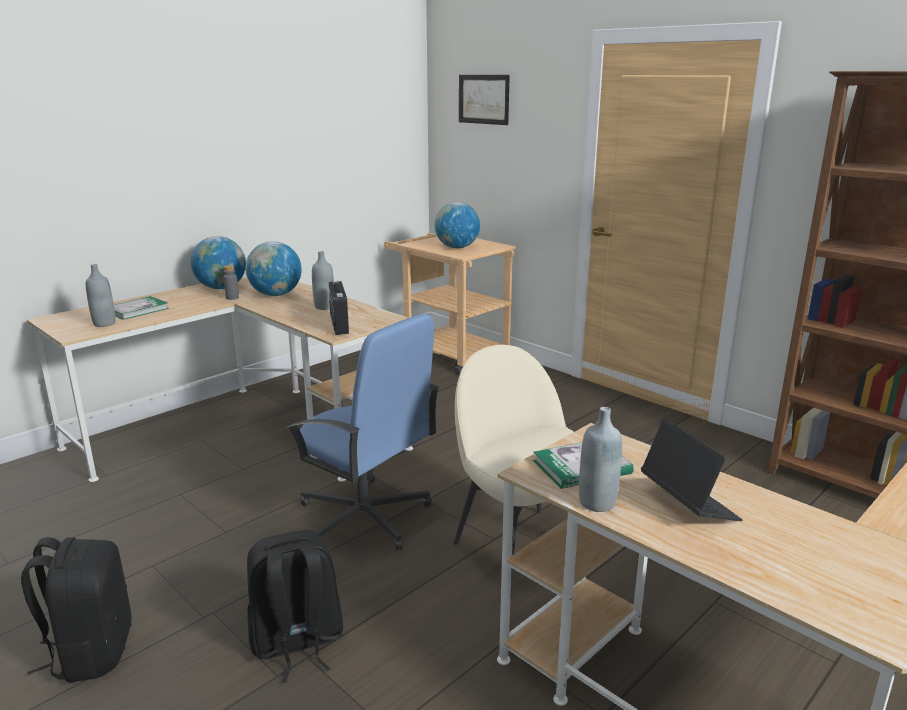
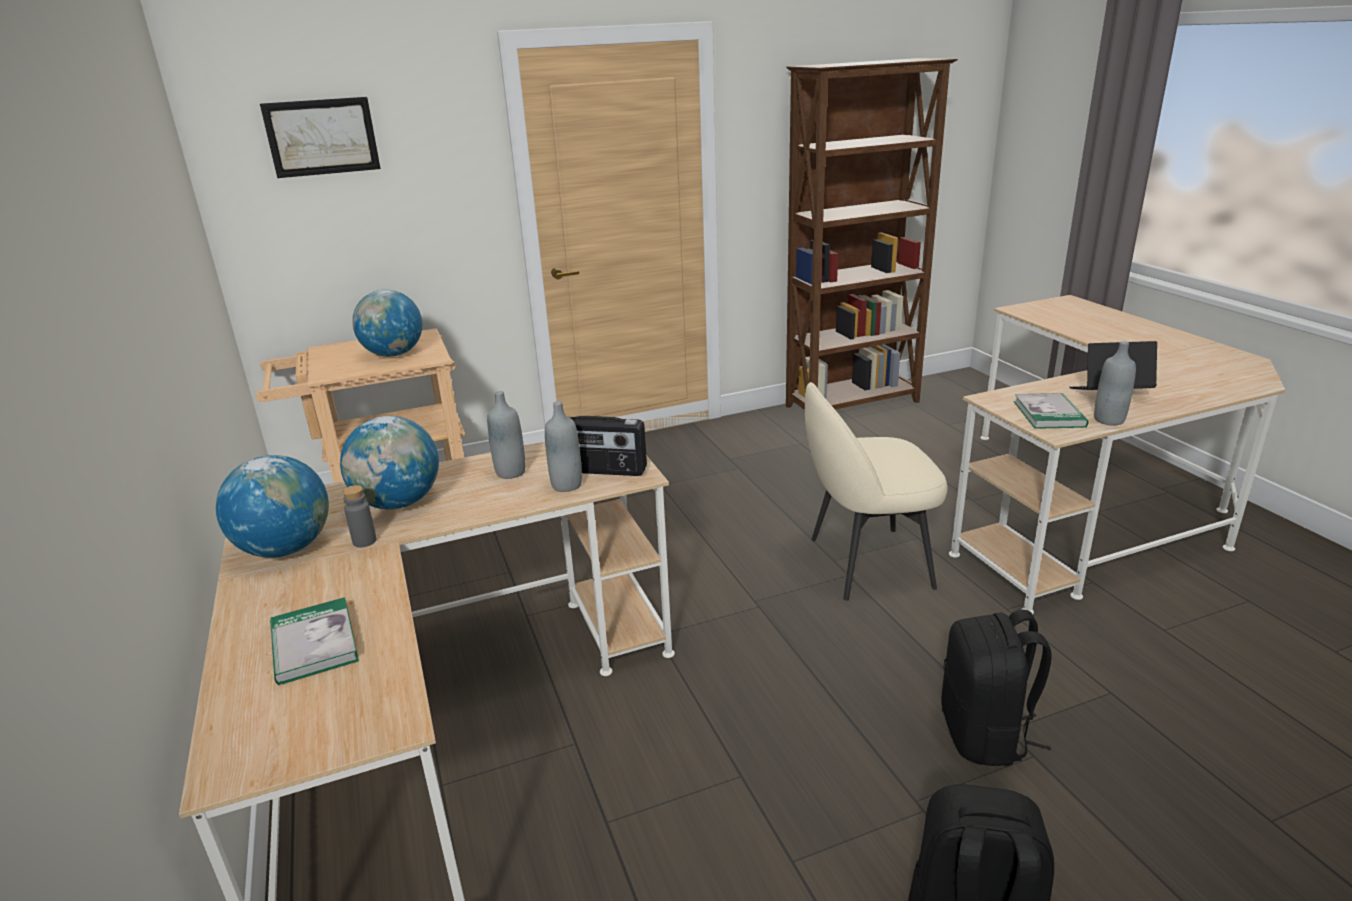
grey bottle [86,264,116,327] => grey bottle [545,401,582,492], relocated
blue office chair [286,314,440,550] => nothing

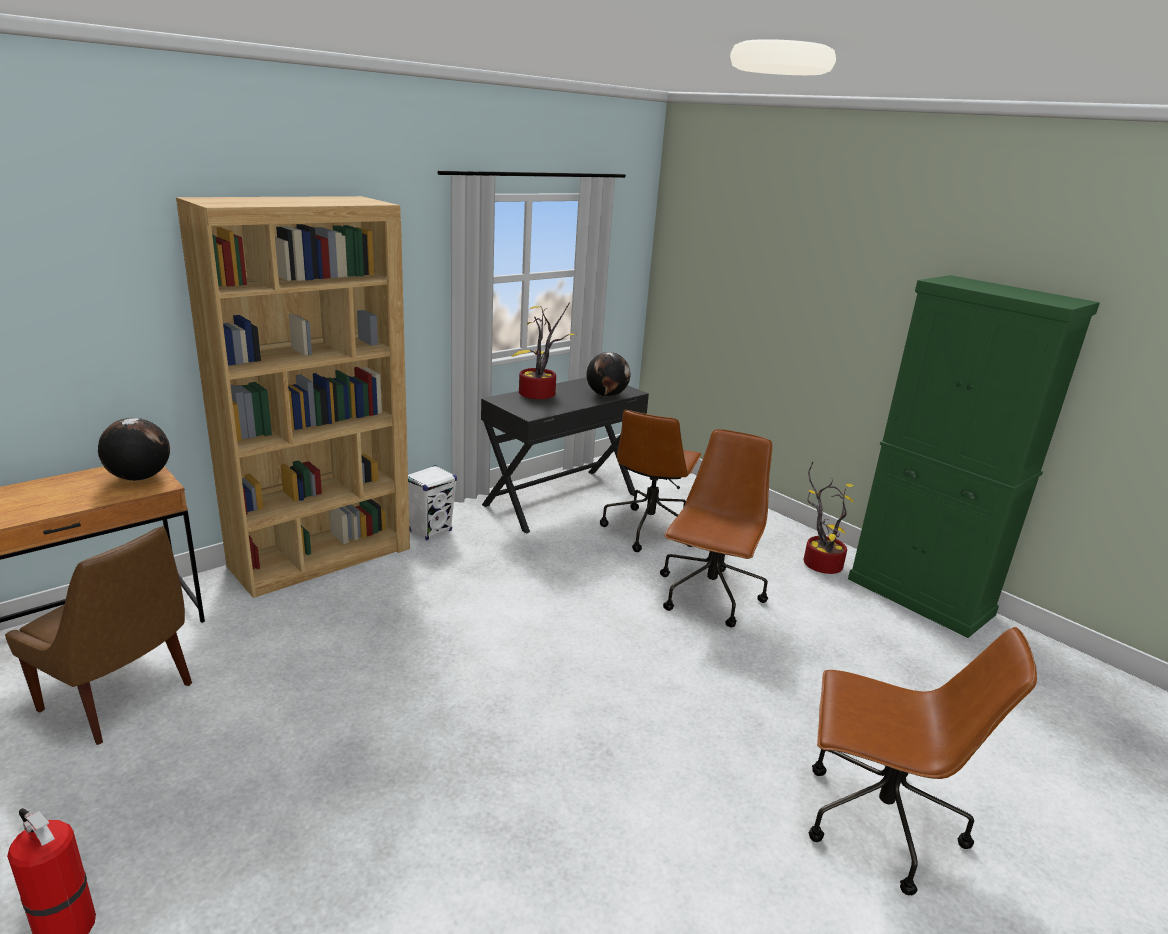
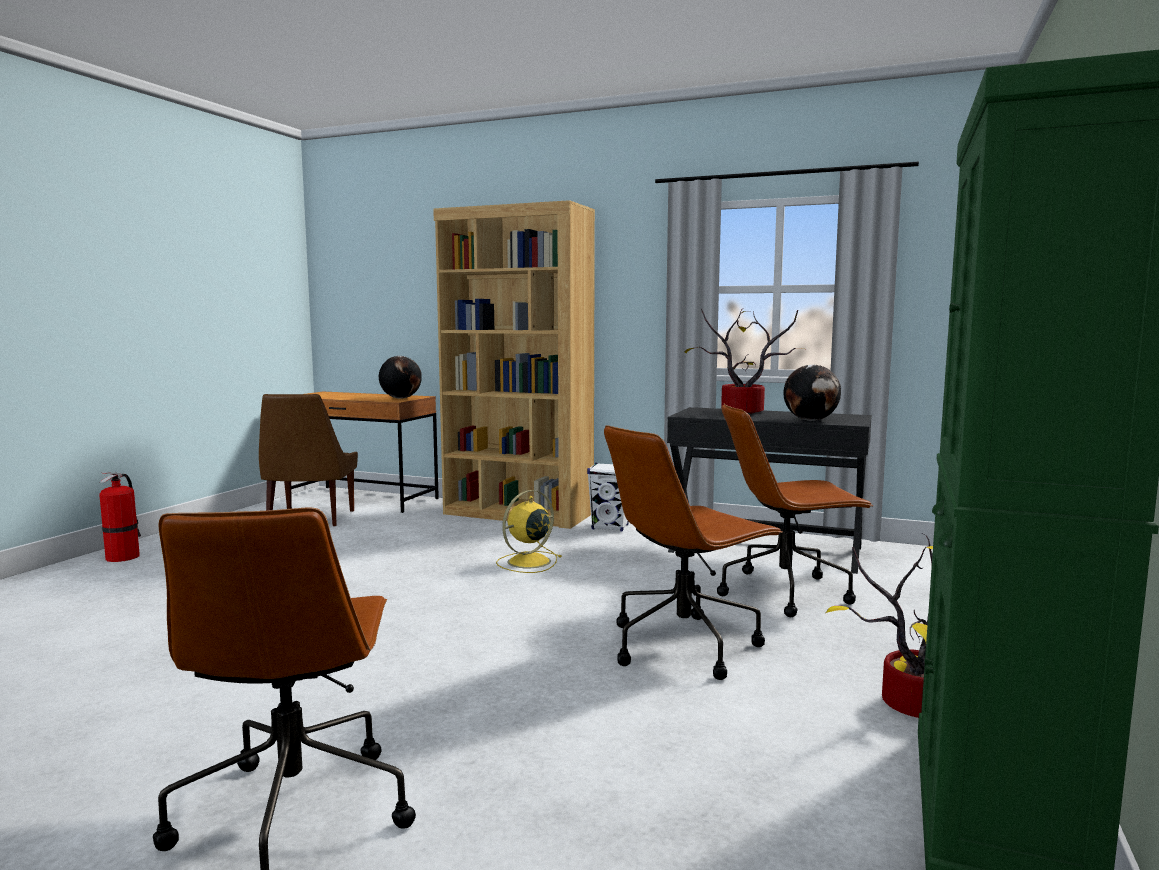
nothing => yellow fan [496,490,562,573]
brown office chair [660,429,773,628] => brown office chair [604,425,783,680], 150 degrees clockwise

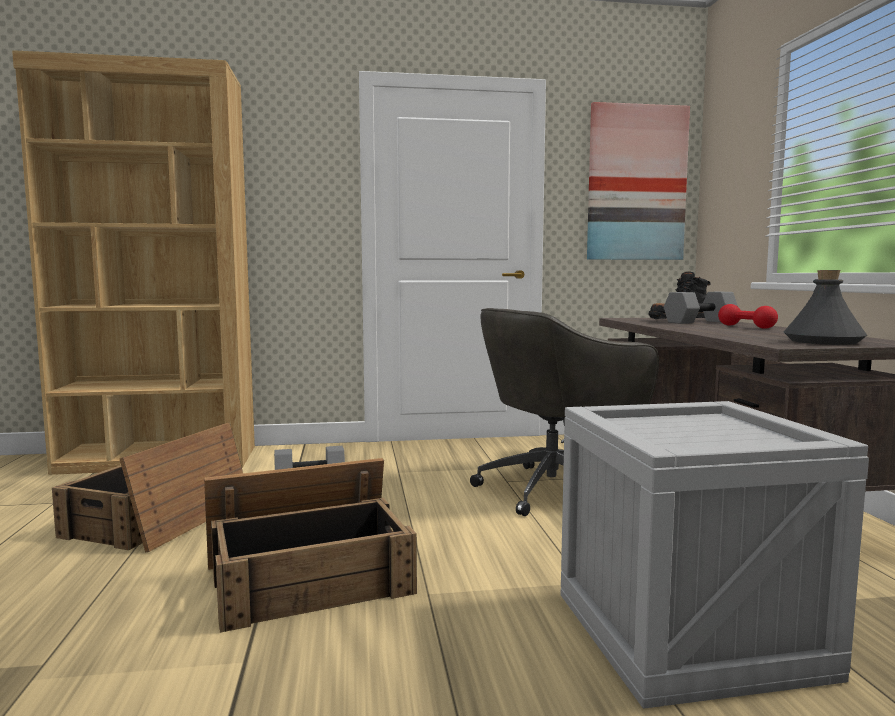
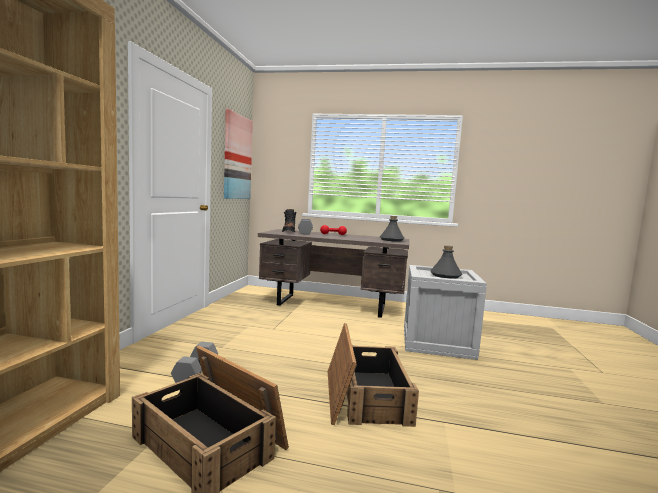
nothing => grey bottle [430,245,462,279]
grey office chair [470,308,659,516] => nothing

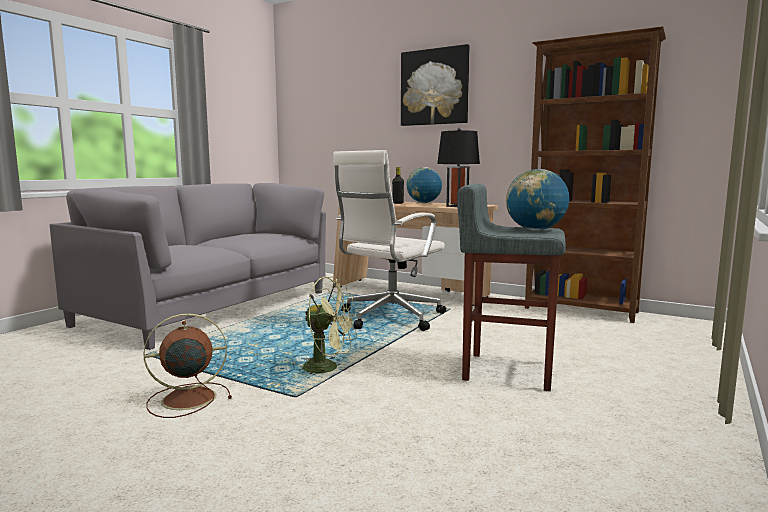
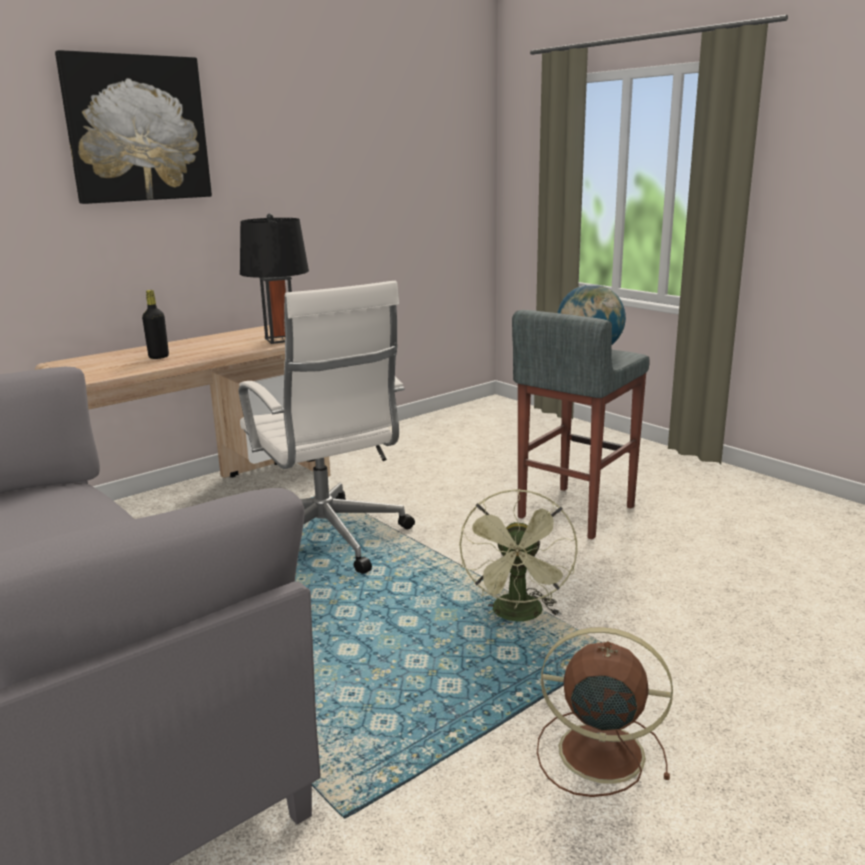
green fan [302,276,358,374] => green fan [459,489,577,622], 150 degrees clockwise
brown fan [143,313,232,418] => brown fan [537,627,673,797], 105 degrees clockwise
globe [407,167,442,203] => nothing
brown bookcase [525,26,666,323] => nothing

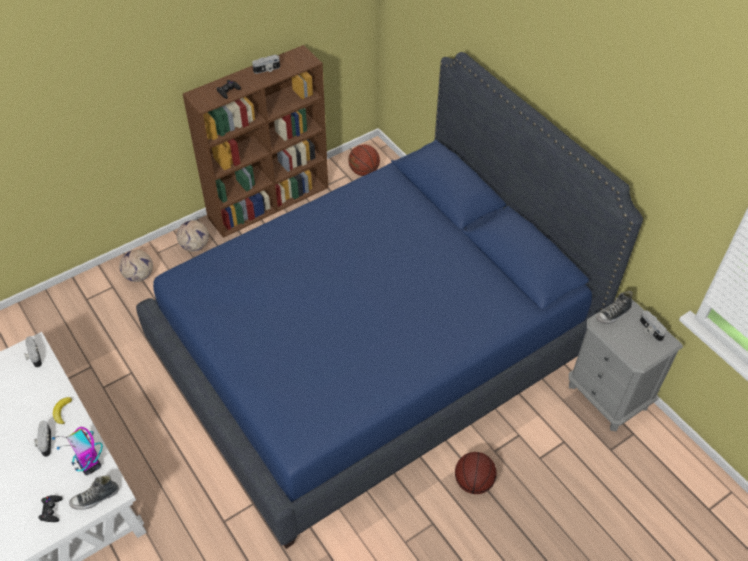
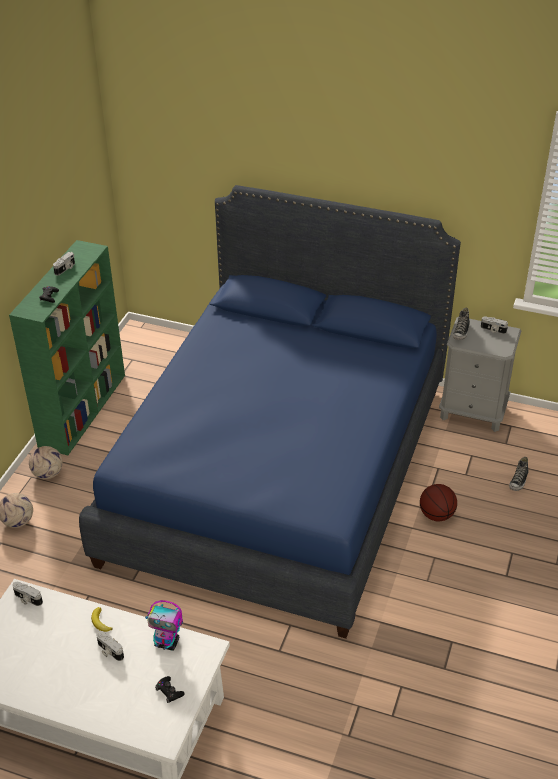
brown bookcase [183,45,328,238] => green bookcase [9,240,125,455]
shoe [69,475,119,510] => shoe [509,457,529,491], relocated
basketball [348,144,380,176] => nothing

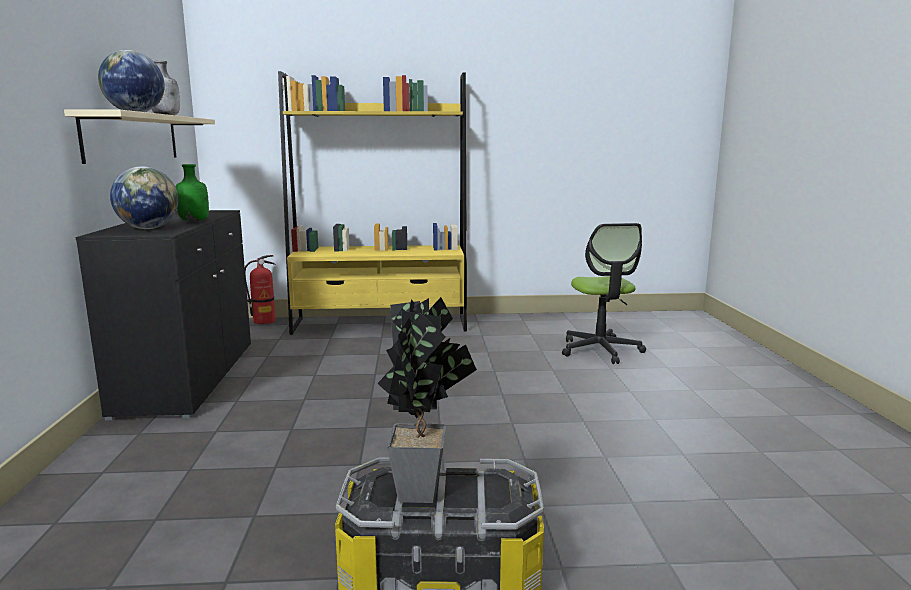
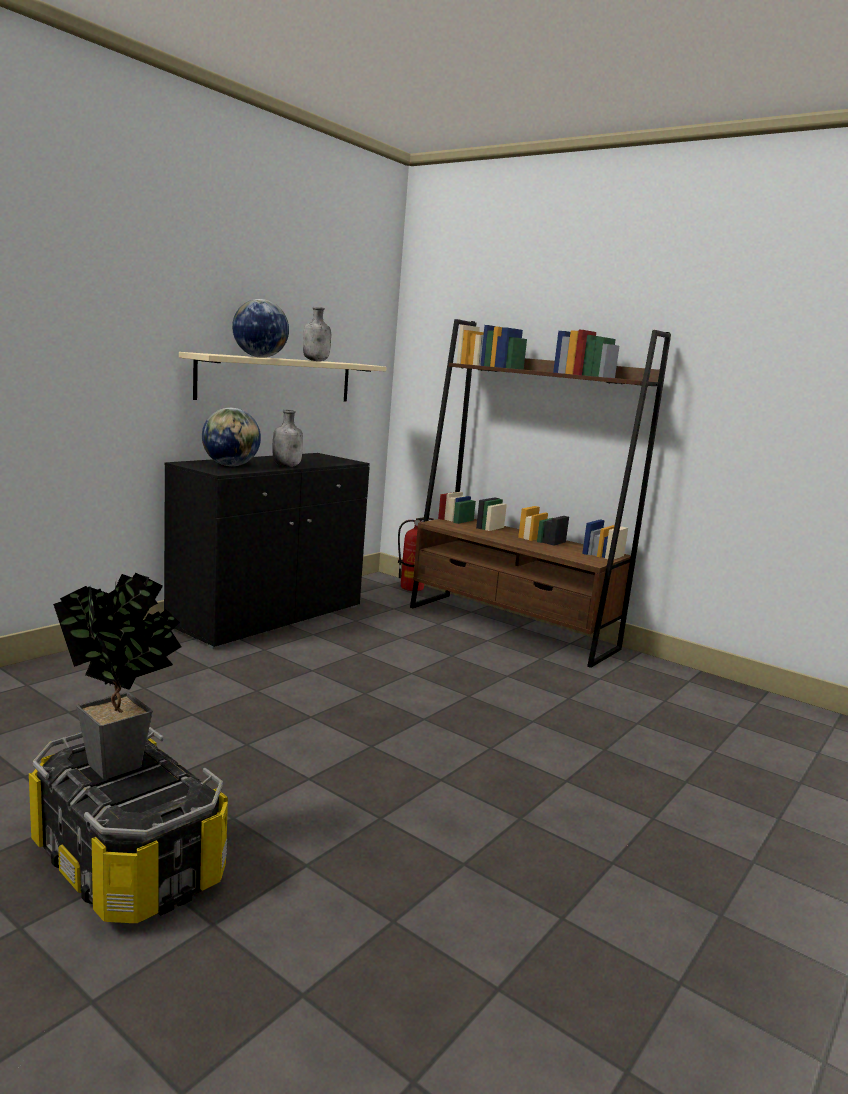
green bottle [176,164,209,222] => grey bottle [272,410,303,467]
yellow bookcase [278,71,467,335] => brown bookcase [410,319,671,668]
office chair [562,223,646,364] => nothing

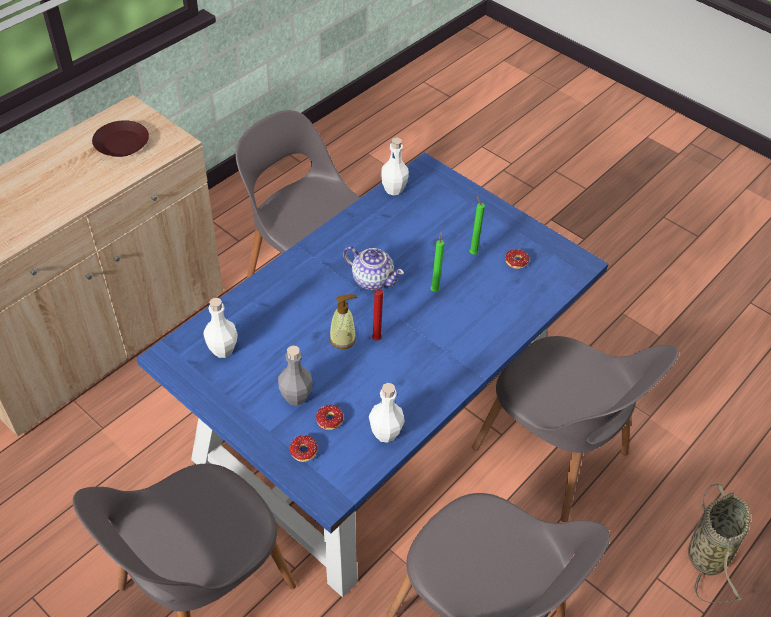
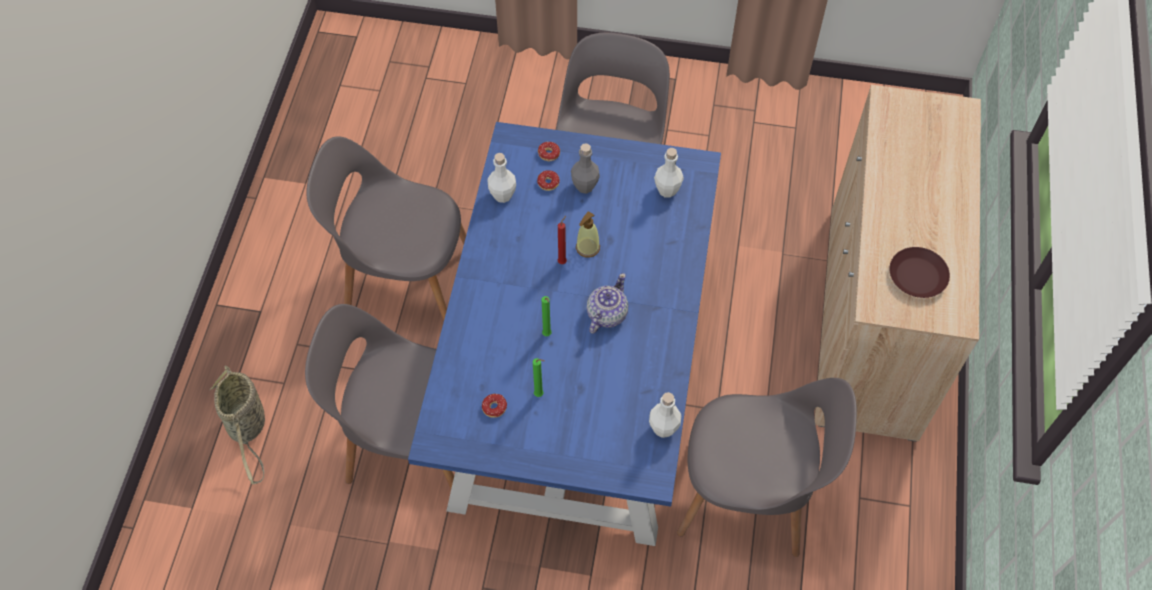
teapot [343,246,404,290] => teapot [587,273,628,334], 120 degrees clockwise

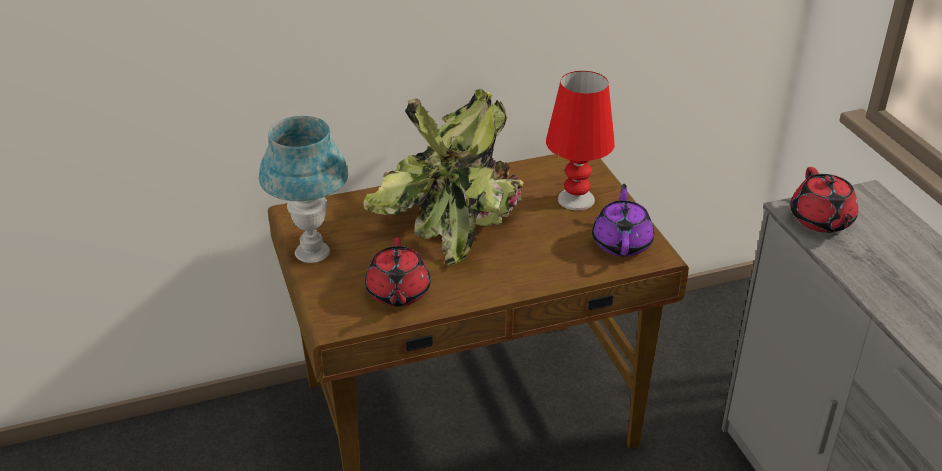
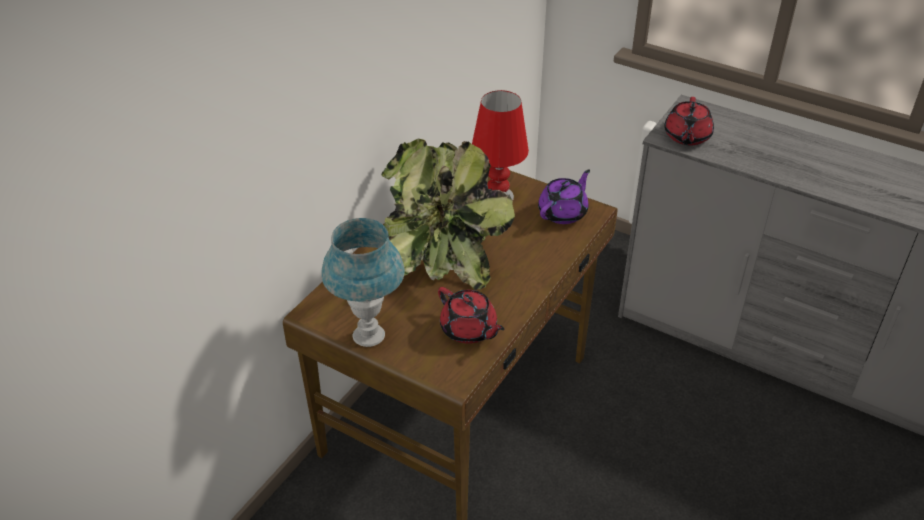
purple teapot [592,184,654,257] => purple teapot [538,169,590,224], 75 degrees clockwise
red teapot [790,167,858,233] => red teapot [664,97,714,145], 60 degrees clockwise

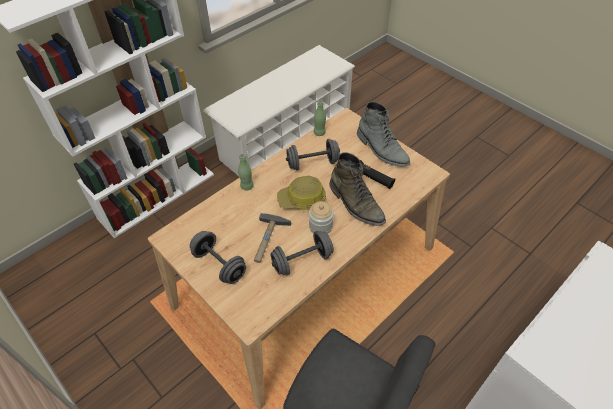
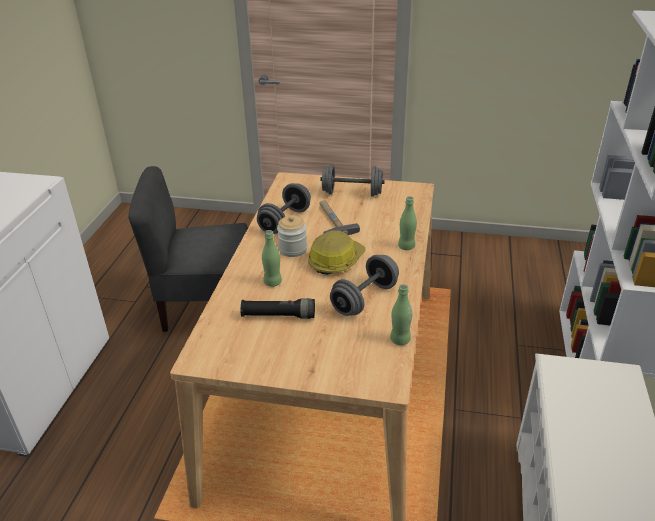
green boot [329,152,386,226] => green bottle [262,230,282,287]
grey boot [357,102,410,167] => nothing

